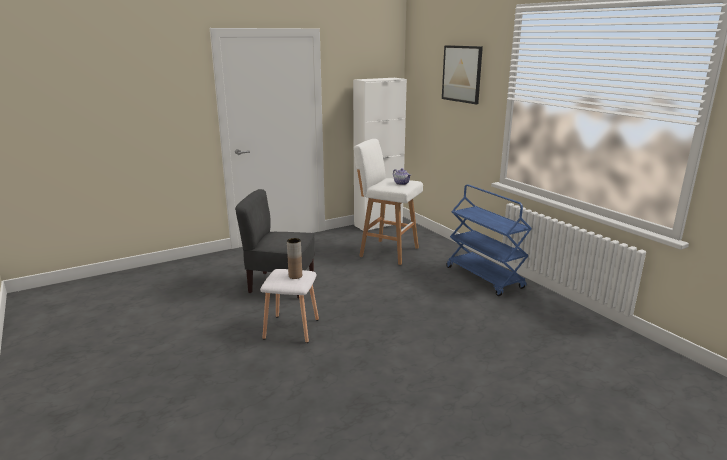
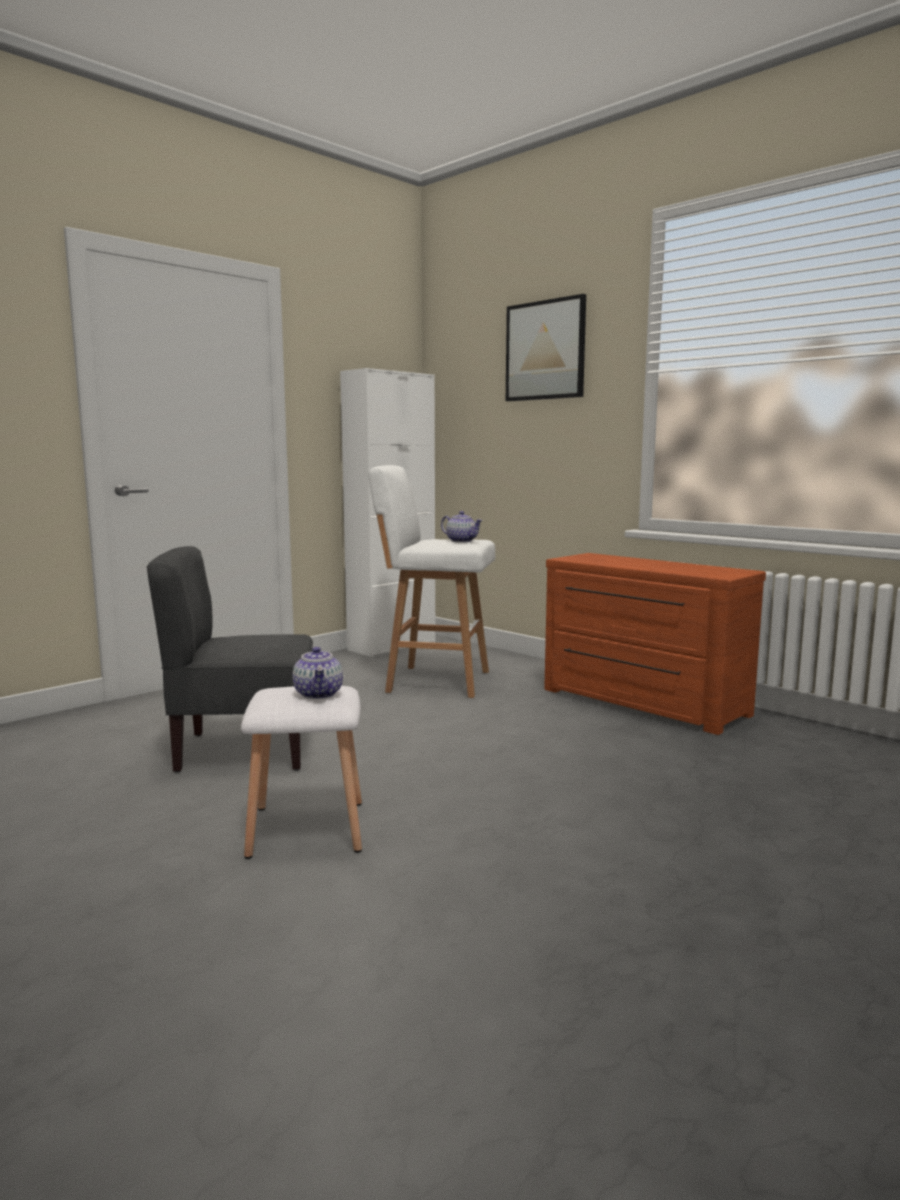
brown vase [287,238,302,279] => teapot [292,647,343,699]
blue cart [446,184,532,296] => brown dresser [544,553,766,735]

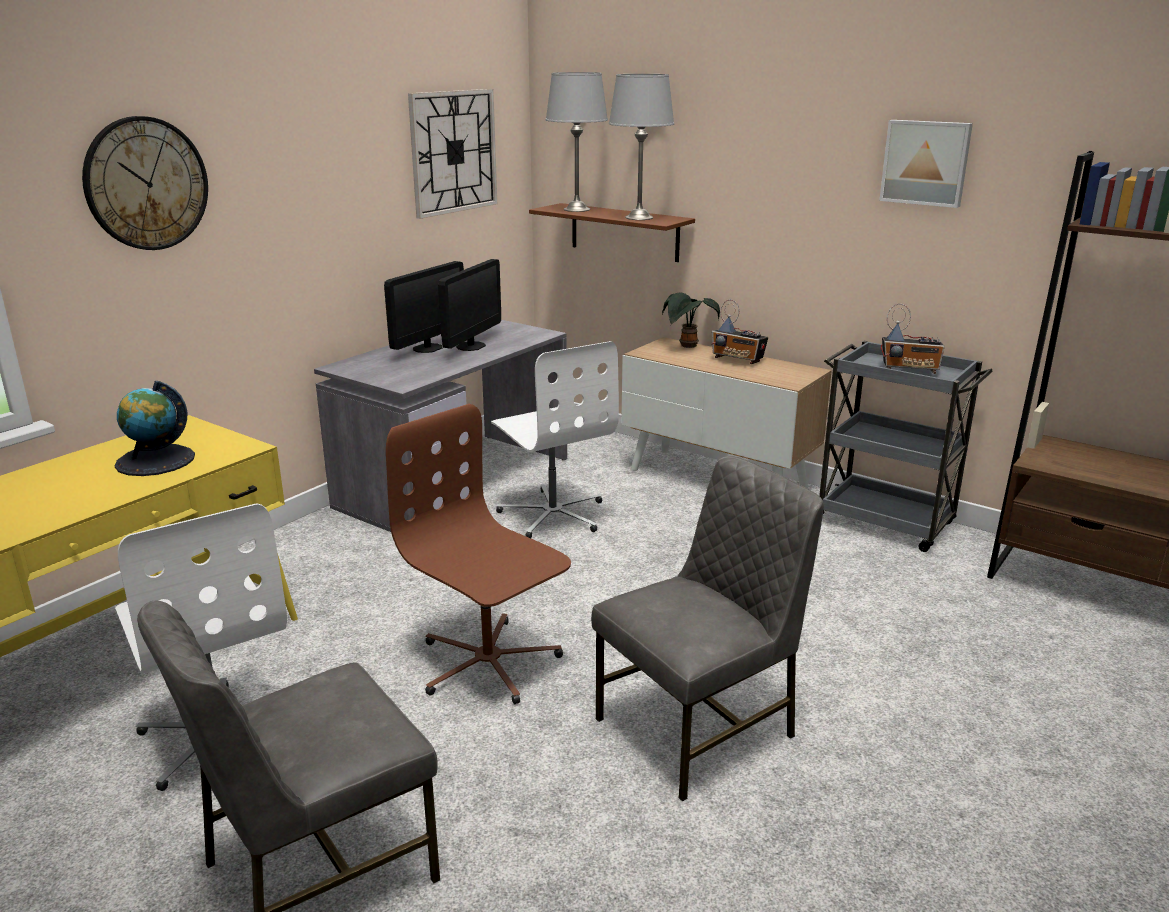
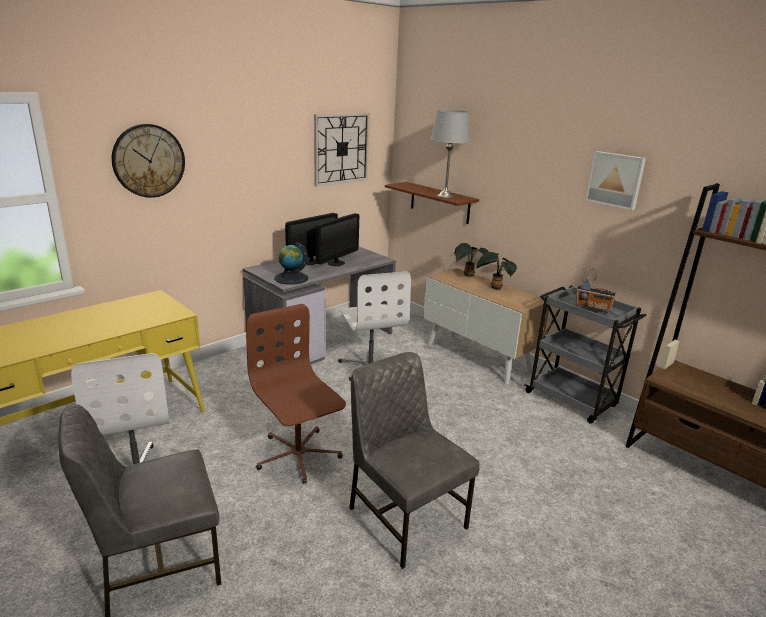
globe [115,381,195,476] => globe [274,242,308,285], relocated
grey chair [591,456,824,802] => grey chair [349,352,480,569], 105 degrees counterclockwise
radio [711,299,768,364] => potted plant [477,252,517,290]
grey table lamp [546,72,608,212] => nothing

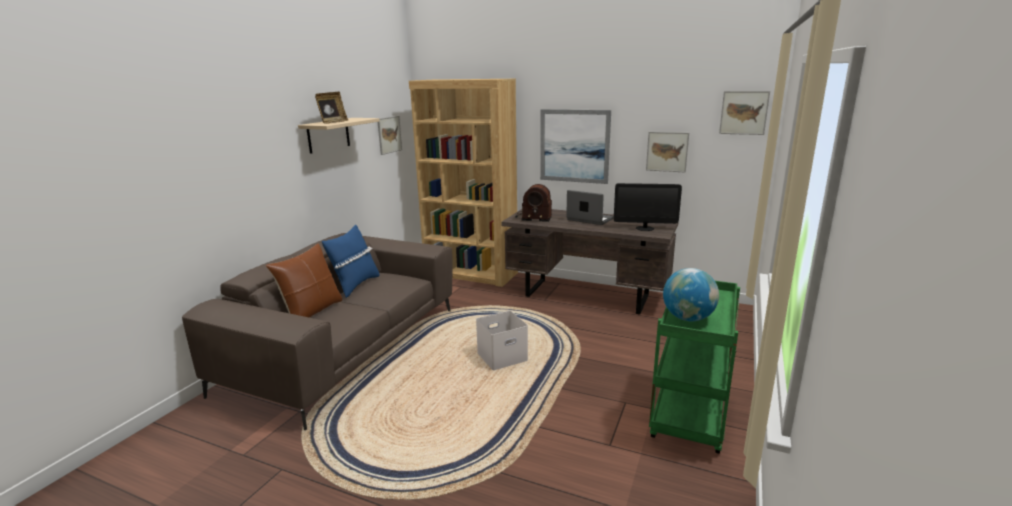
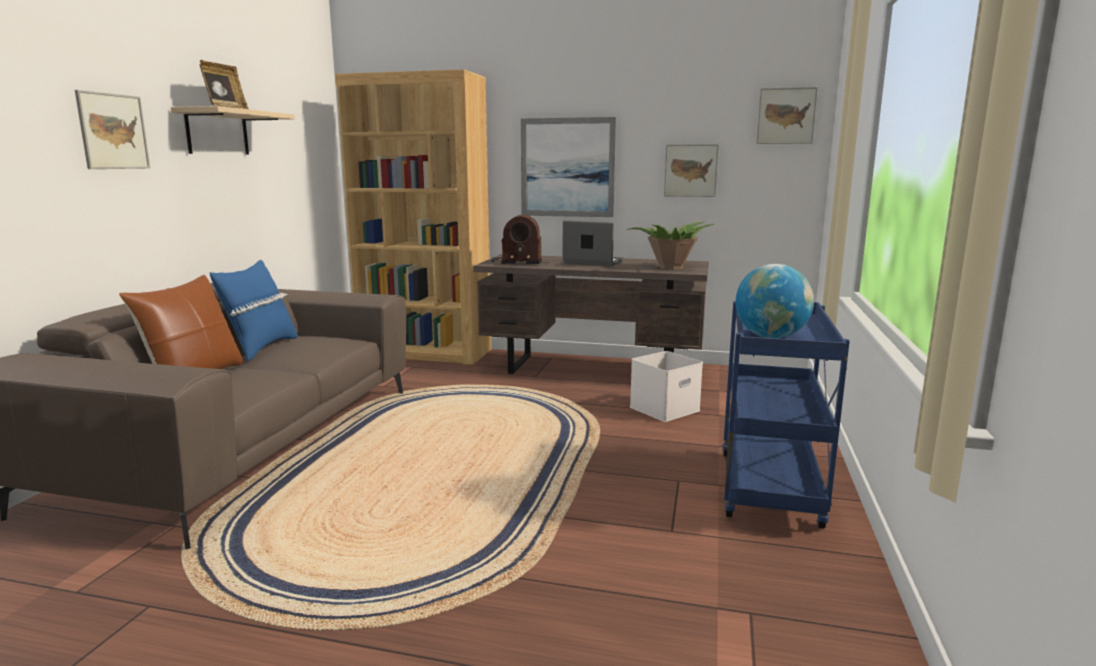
picture [378,116,402,155] => picture [75,90,150,169], relocated
monitor [614,183,682,231] => potted plant [626,222,714,270]
white storage box [476,311,528,370] => white storage box [630,351,703,422], relocated
green cart [649,281,740,454] => blue cart [722,301,850,529]

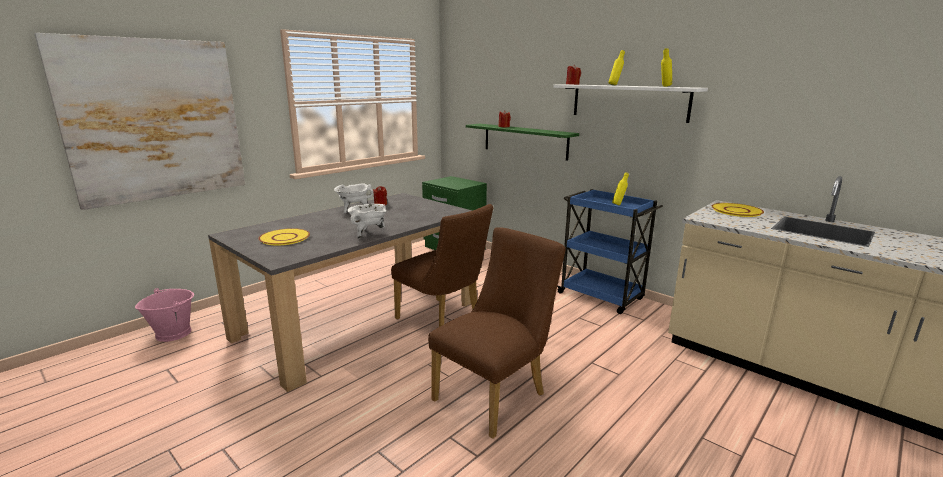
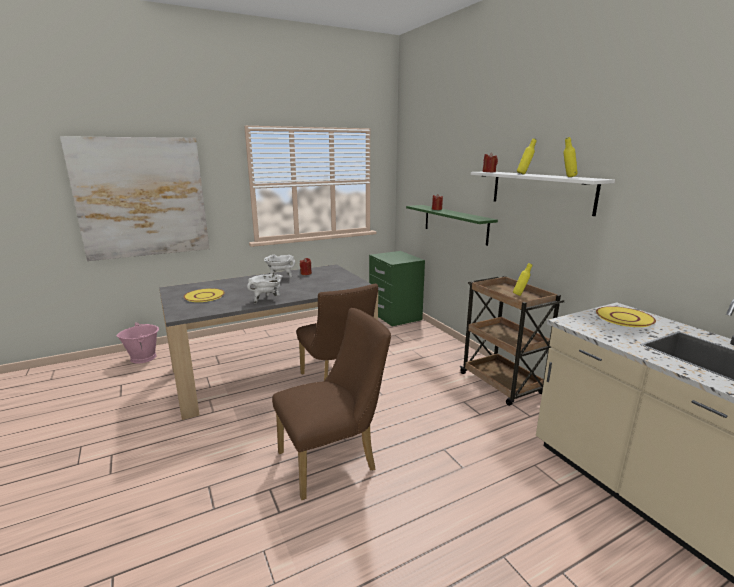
blue cart [557,189,663,314] => brown cart [459,276,564,406]

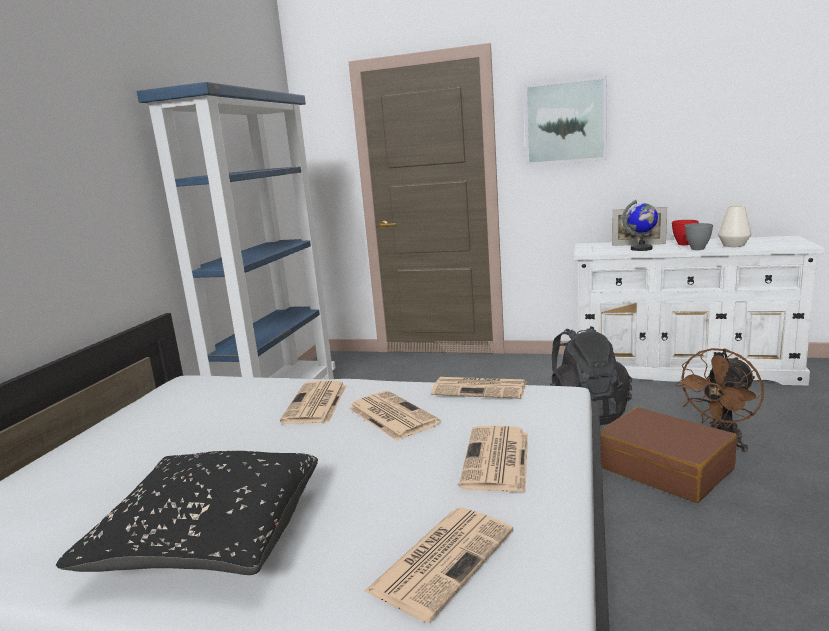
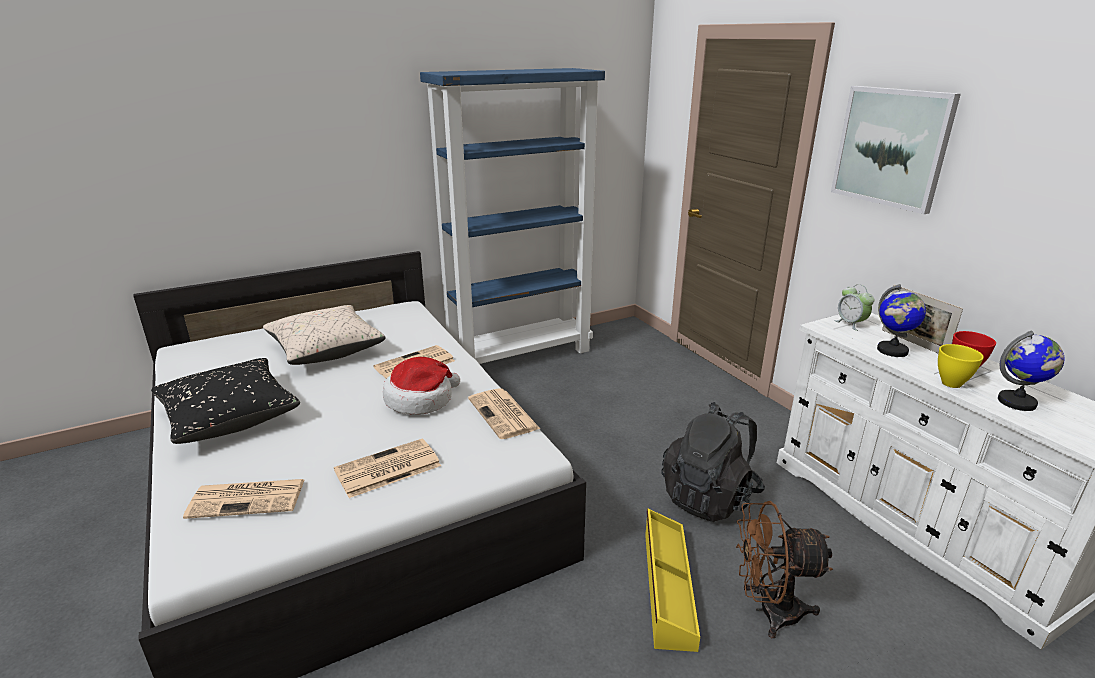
nothing => beige pillow [263,305,386,365]
newspaper [349,391,441,441] => hat [383,357,460,415]
brown suitcase [600,407,738,503] => yellow storage box [645,509,700,652]
nothing => alarm clock [834,284,874,331]
grey bowl [685,223,713,250] => yellow bowl [938,344,984,388]
white vase [718,205,752,247] => globe [998,331,1065,411]

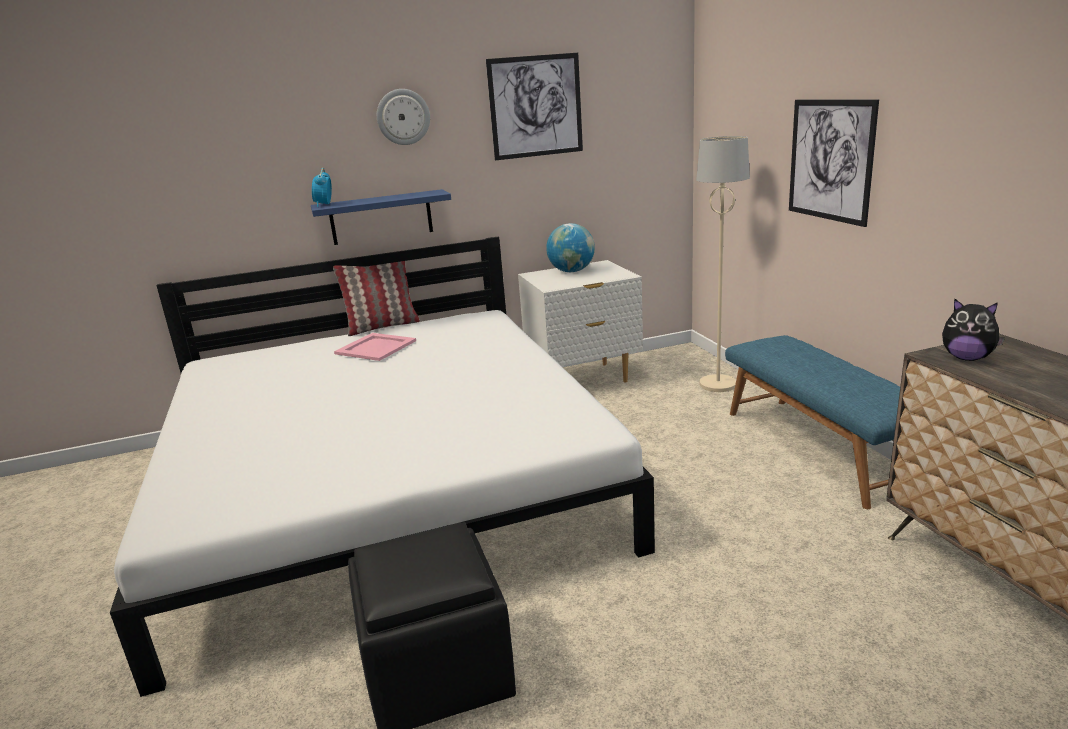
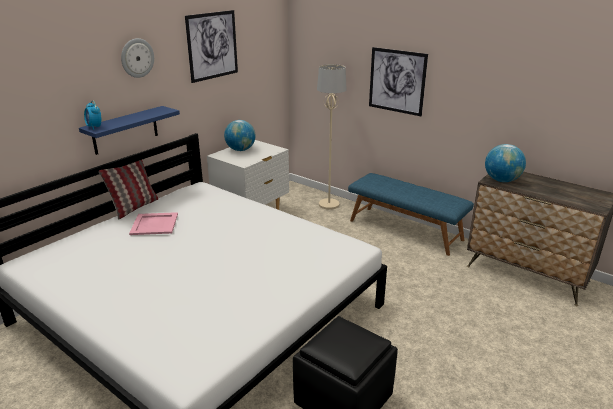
plush toy [942,299,1005,361] => globe [485,144,526,182]

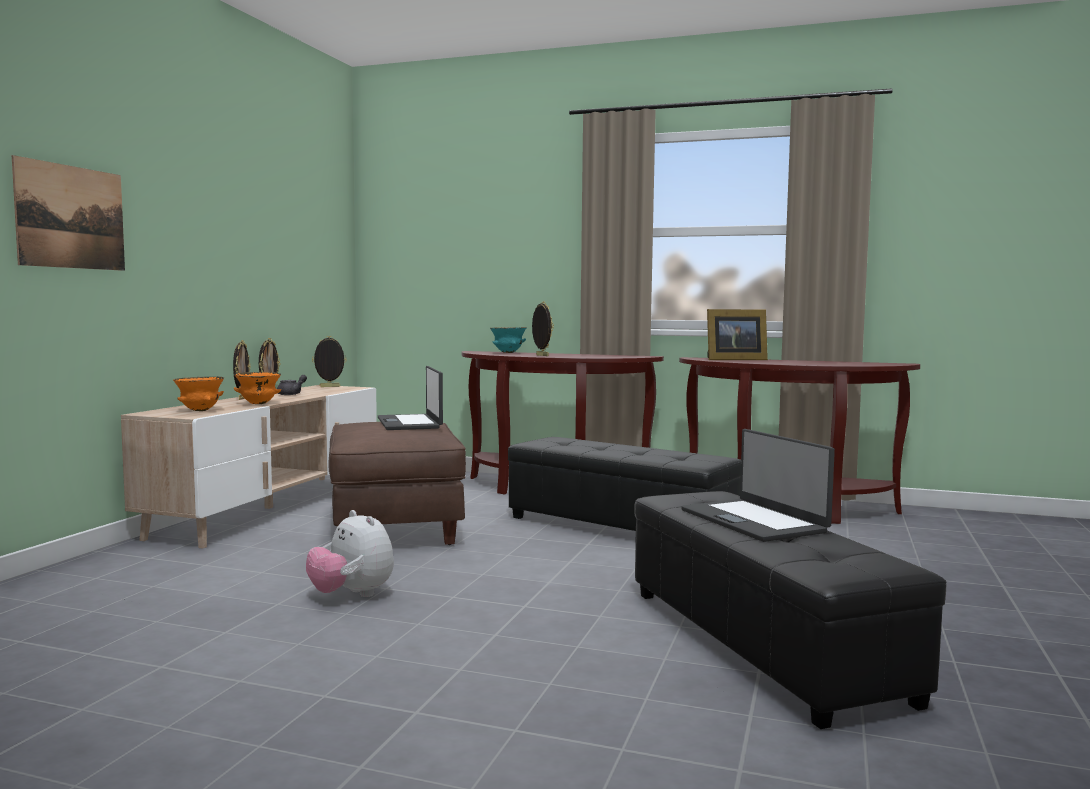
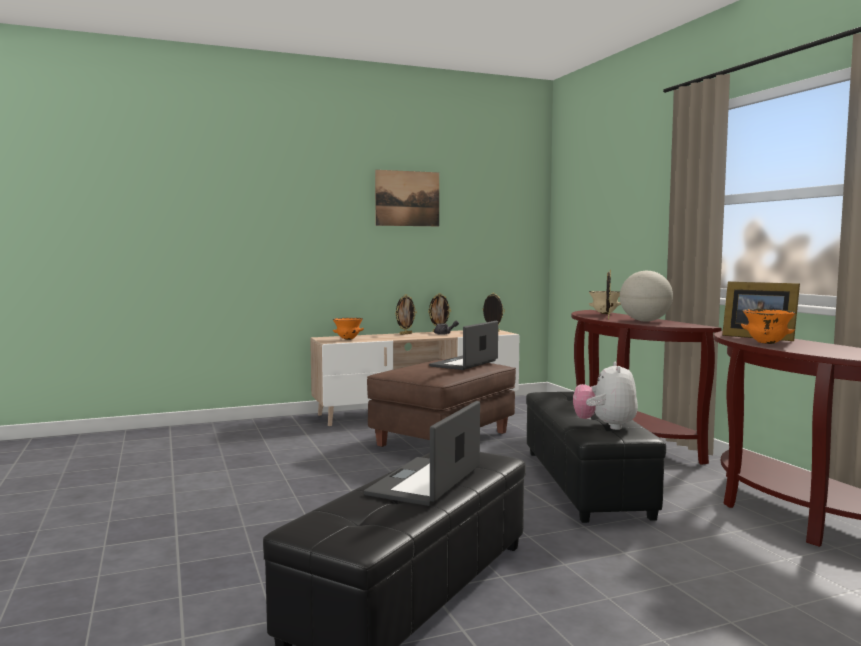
picture [12,155,125,271] => picture [375,170,439,226], relocated
plush toy [306,510,394,597] => plush toy [573,362,638,430], relocated
turquoise bowl [490,327,527,353] => beige bowl [589,291,621,314]
nothing => globe [620,271,673,322]
orange bowl [234,372,281,404] => orange bowl [741,309,796,344], relocated

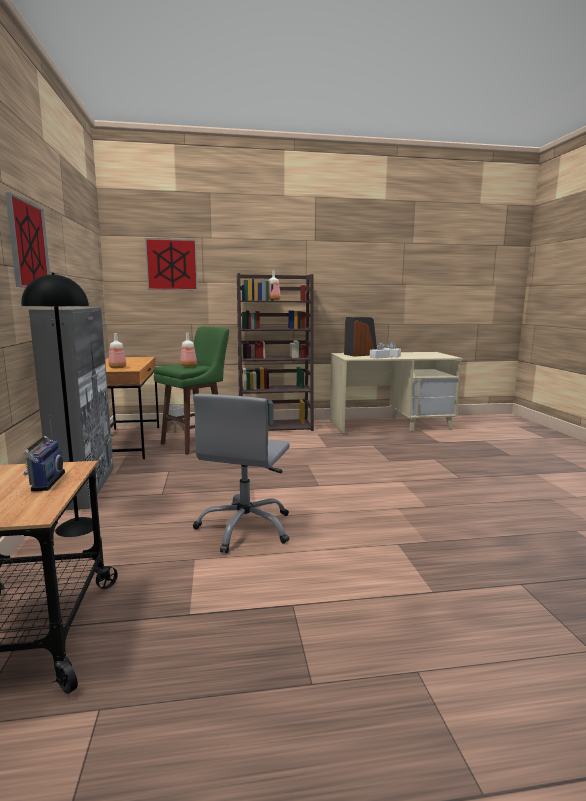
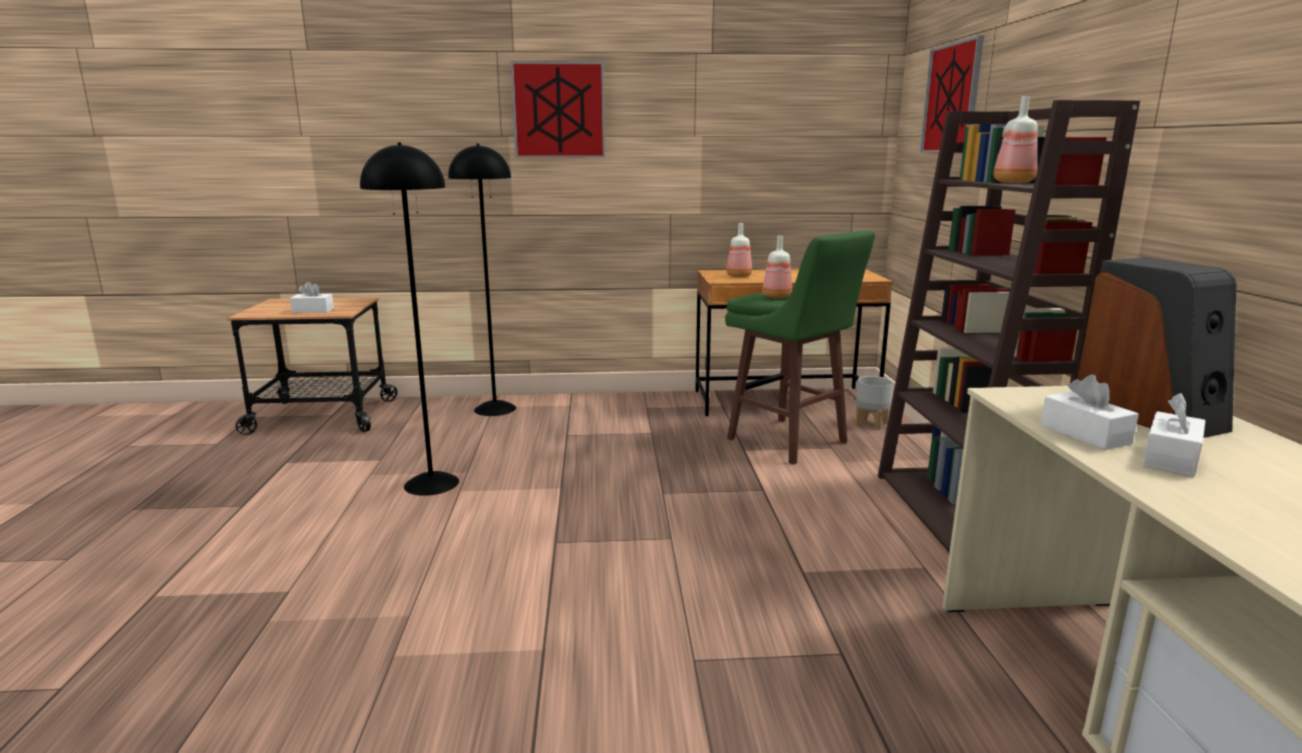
radio [23,415,65,491] => white tissue box [290,281,334,313]
grey office chair [193,394,290,553] => black floor lamp [360,143,459,496]
grey cabinet [29,307,114,510] => nothing

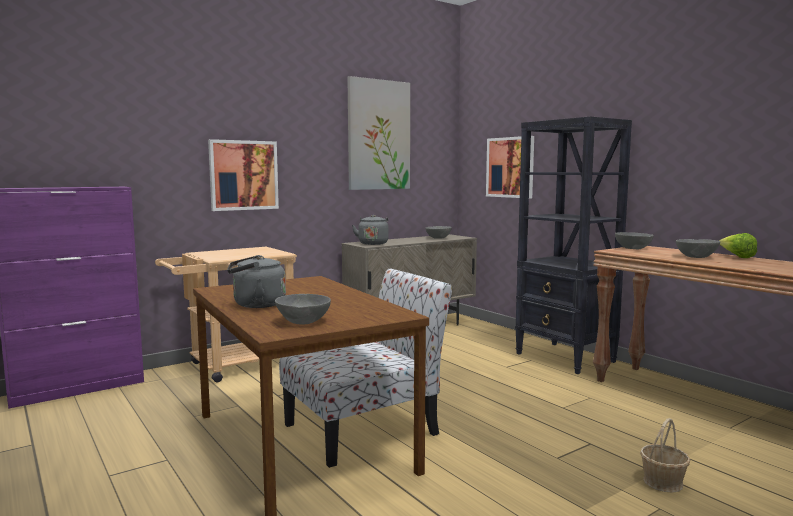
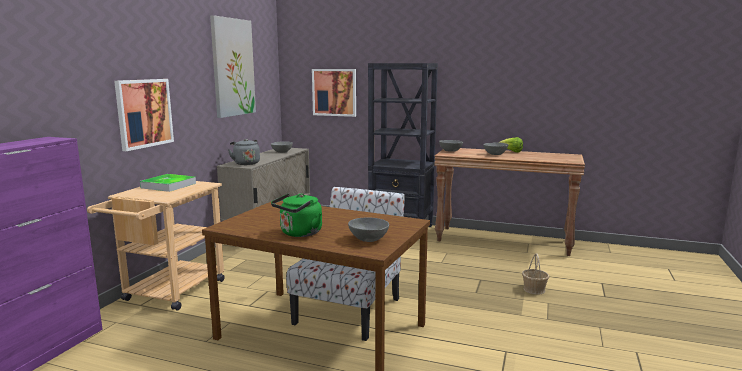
nothing => tray [140,174,196,192]
grey kettle [227,255,286,308] => green kettle [271,193,322,237]

